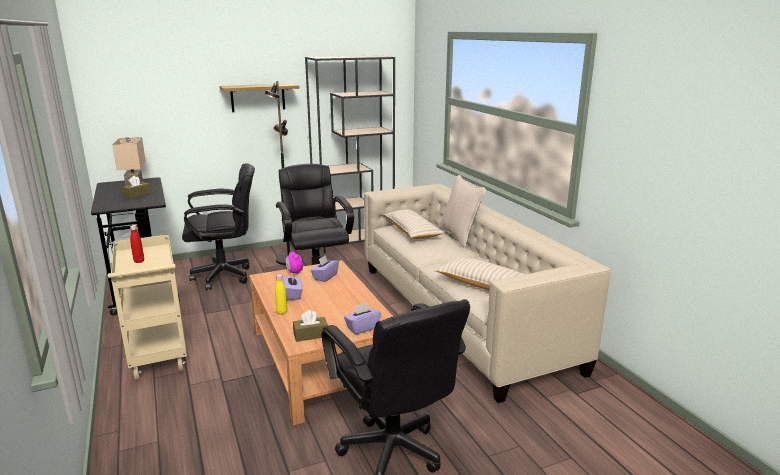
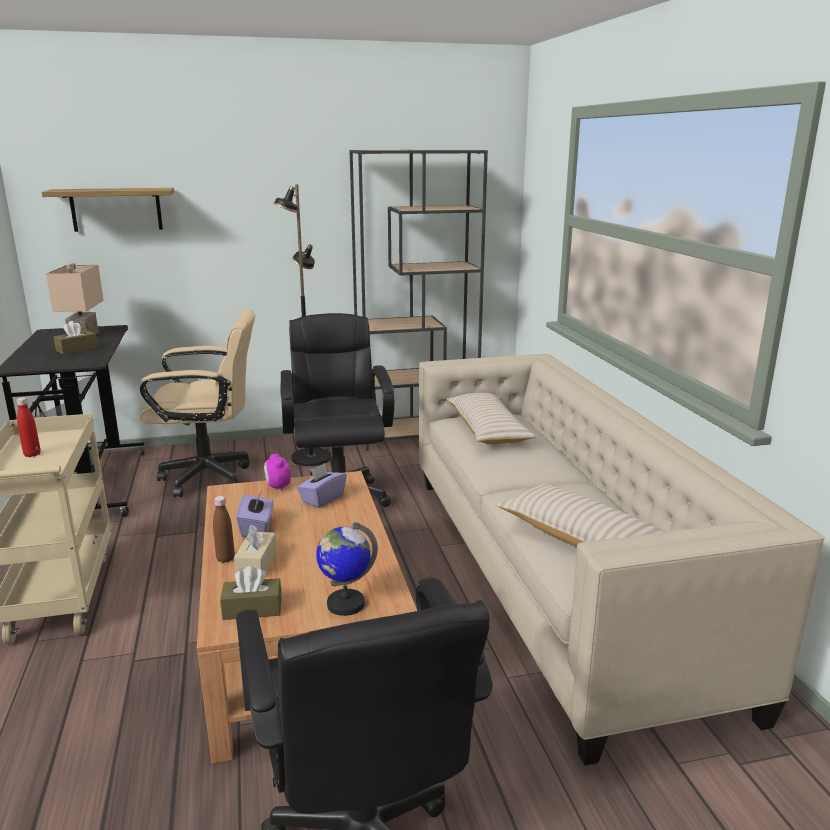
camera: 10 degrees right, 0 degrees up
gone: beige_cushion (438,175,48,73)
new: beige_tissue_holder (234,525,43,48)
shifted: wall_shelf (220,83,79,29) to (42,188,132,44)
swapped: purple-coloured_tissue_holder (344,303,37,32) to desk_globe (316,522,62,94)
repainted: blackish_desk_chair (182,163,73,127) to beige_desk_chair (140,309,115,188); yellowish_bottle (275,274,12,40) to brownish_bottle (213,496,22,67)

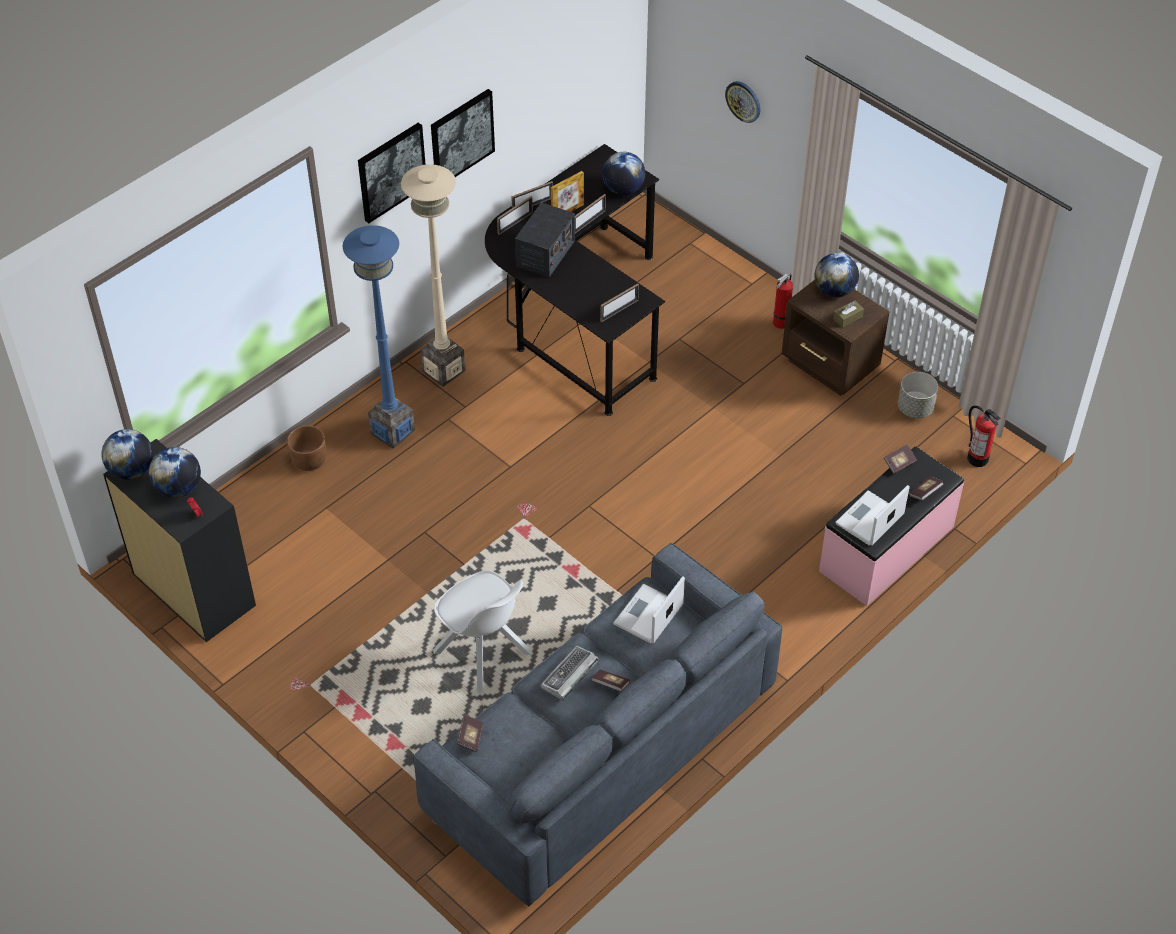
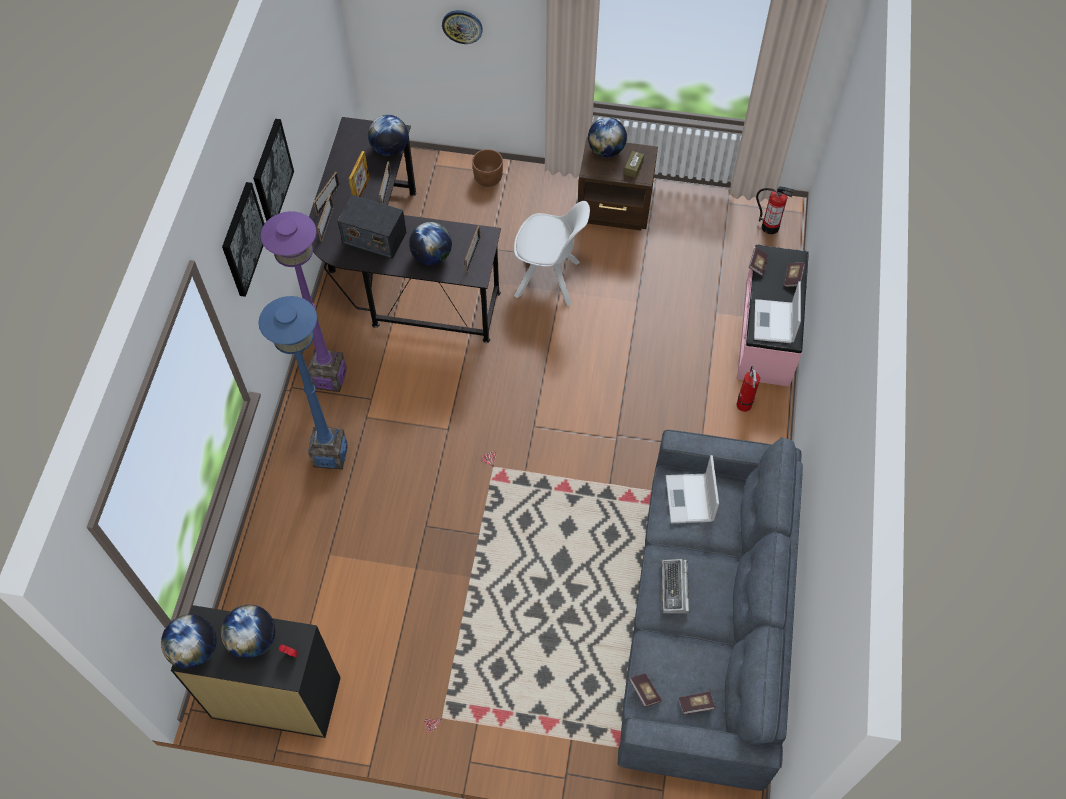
camera: 35 degrees left, 10 degrees up
gone: grey_planter (898,372,40,46)
new: desk_globe (409,222,43,43)
shifted: brownish_planter (287,425,39,46) to (472,149,31,38); white-coloured_plain_chair (433,570,99,124) to (514,201,76,105); book (591,670,39,22) to (679,691,36,24); fire-fighting_cylinder (773,274,20,55) to (737,366,23,46)
repainted: beige_standard_lamp (401,164,65,223) to purple-coloured_standard_lamp (260,211,87,181)
rotated: radio (515,202,60,76) = (337,195,69,64) 120 degrees clockwise

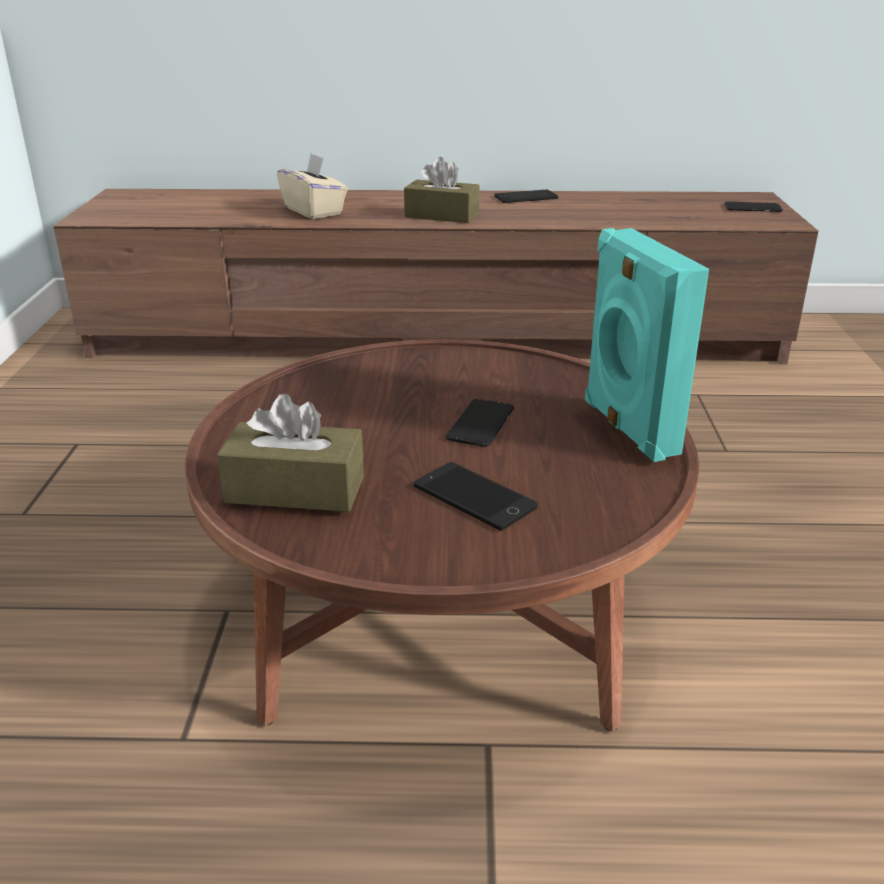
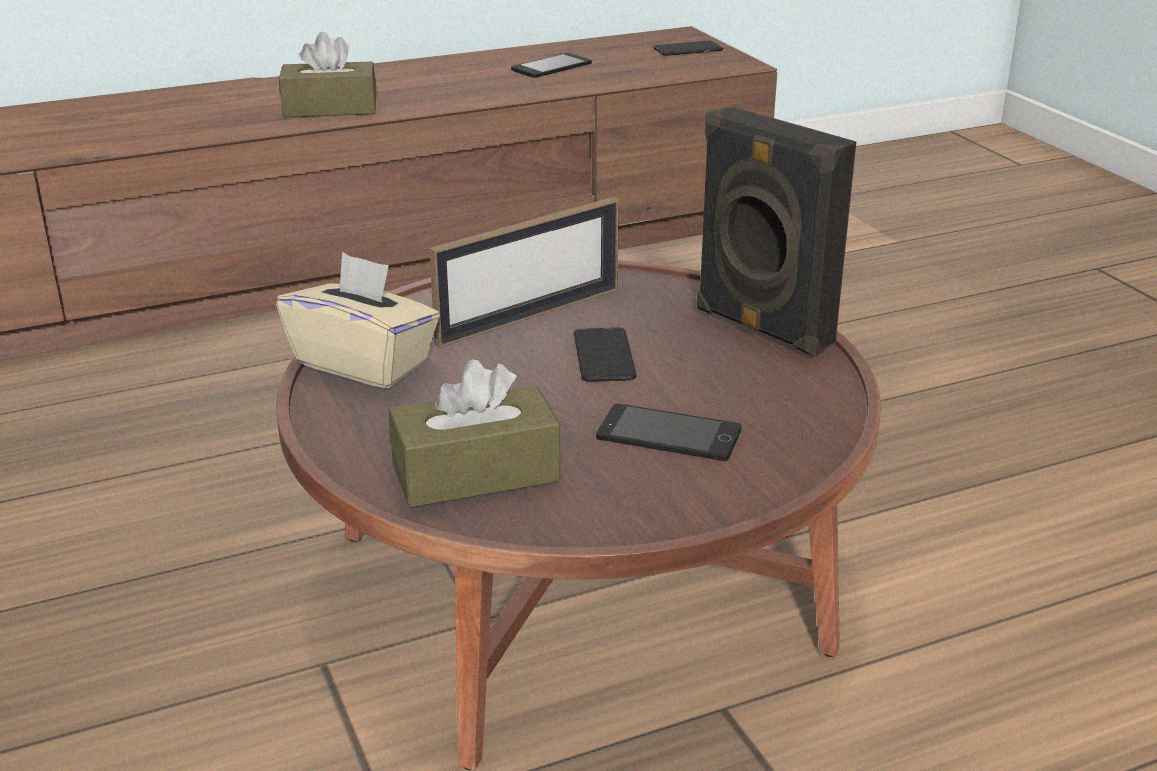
camera: 25 degrees left, 0 degrees up
new: standing_frame (429,197,190,151)
shifted: beige_tissue_holder (277,153,71,66) to (276,252,164,137); telephone (494,190,64,13) to (511,53,81,25)
repainted: turquoise_loudspeaker (585,228,124,234) to blackish_loudspeaker (697,106,159,251)

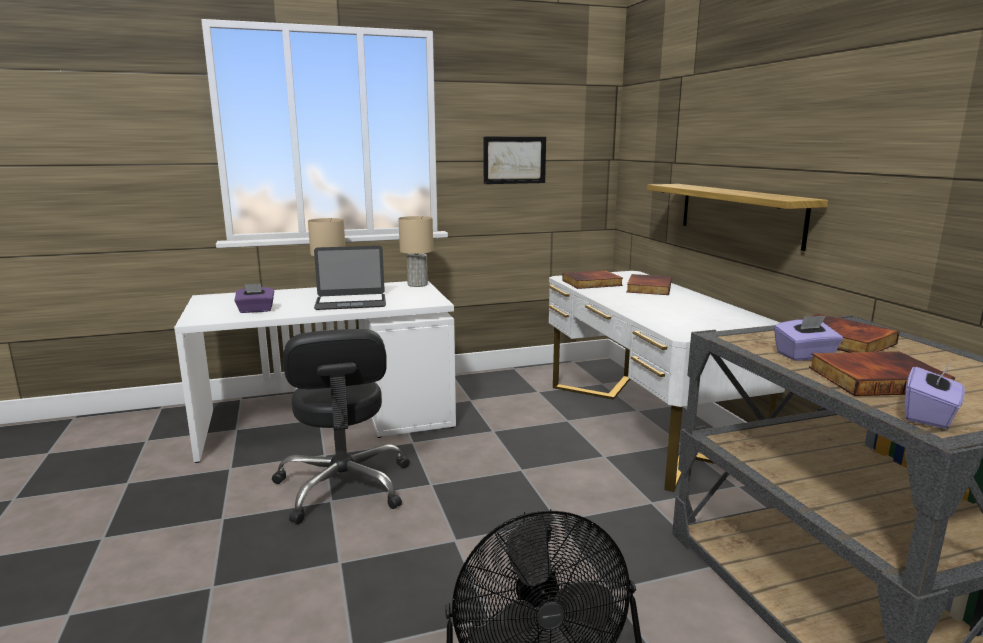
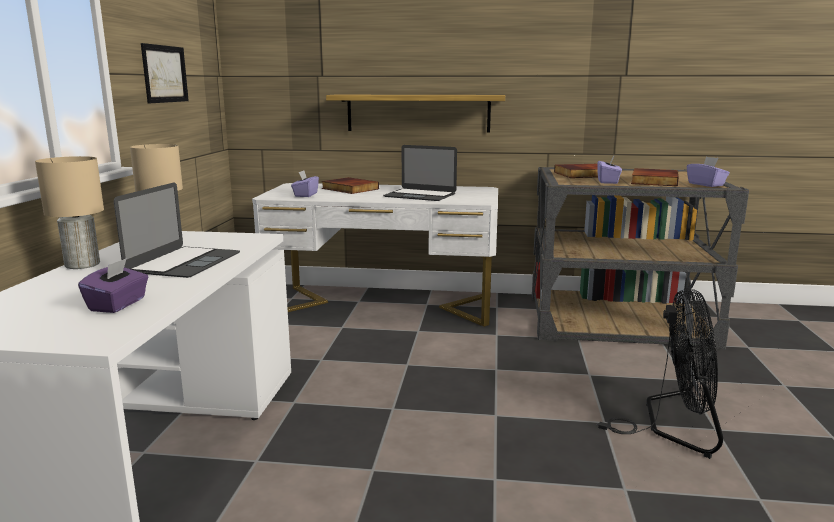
camera: 65 degrees left, 0 degrees up
gone: blackish_desk_chair (272,329,138,195)
new: notebook_computer (383,145,74,56)
swapped: book (562,270,61,19) to purple-coloured_tissue_holder (291,171,28,26)

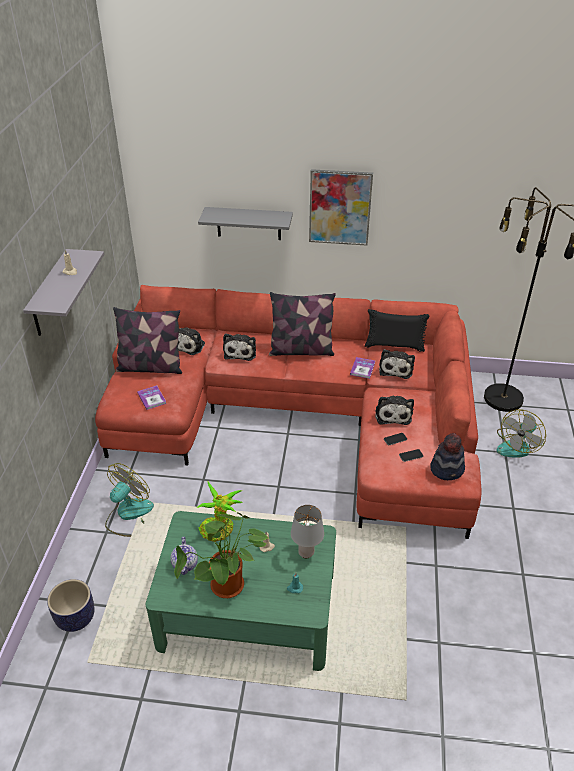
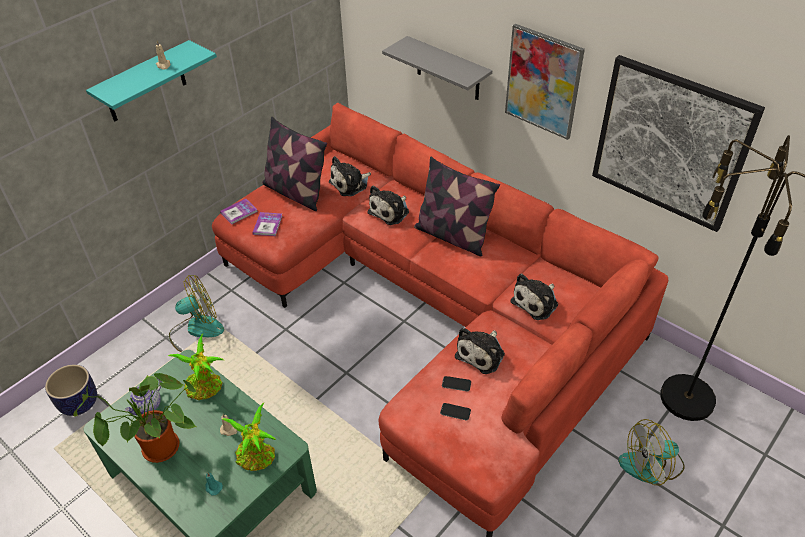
camera: 35 degrees right, 5 degrees up
gone: blackish_cushion (365,309,64,43); hat (430,433,35,47)
new: picture (592,55,173,177)
shifted: book (350,357,25,22) to (220,199,38,25)
swapped: grey_table_lamp (291,505,33,53) to potted_plant (222,403,54,68)
repainted: grey_wall_shelf (23,249,81,87) to turquoise_wall_shelf (86,40,131,82)

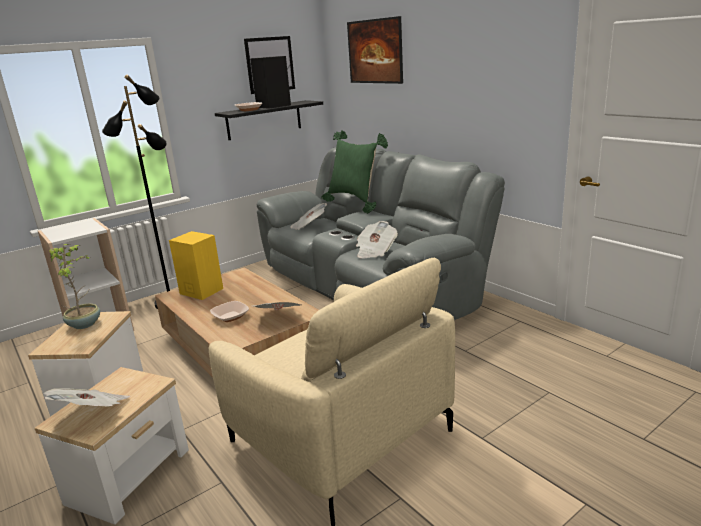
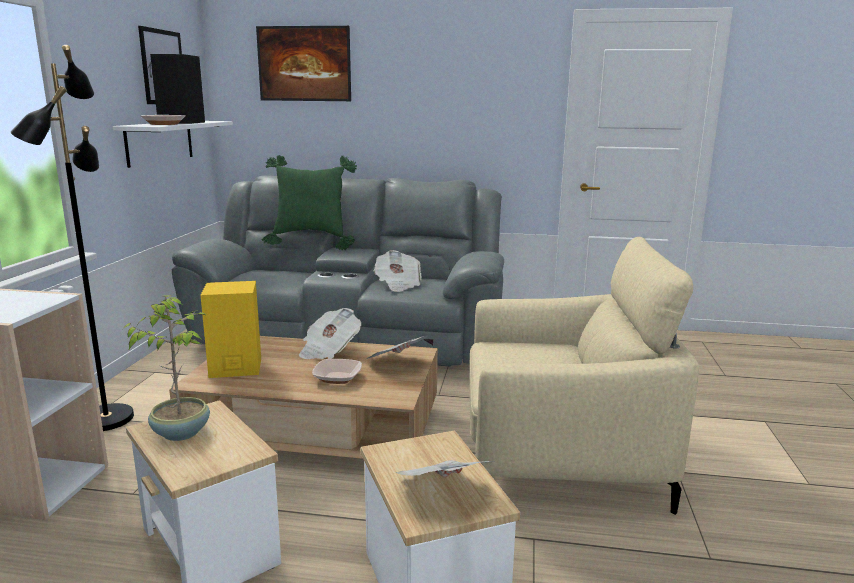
camera: 45 degrees left, 5 degrees down
shifted: printed_paper (290,203,37,27) to (299,308,62,51)
repainted: blackish_wall_shelf (215,100,108,40) to white-coloured_wall_shelf (113,121,120,47)

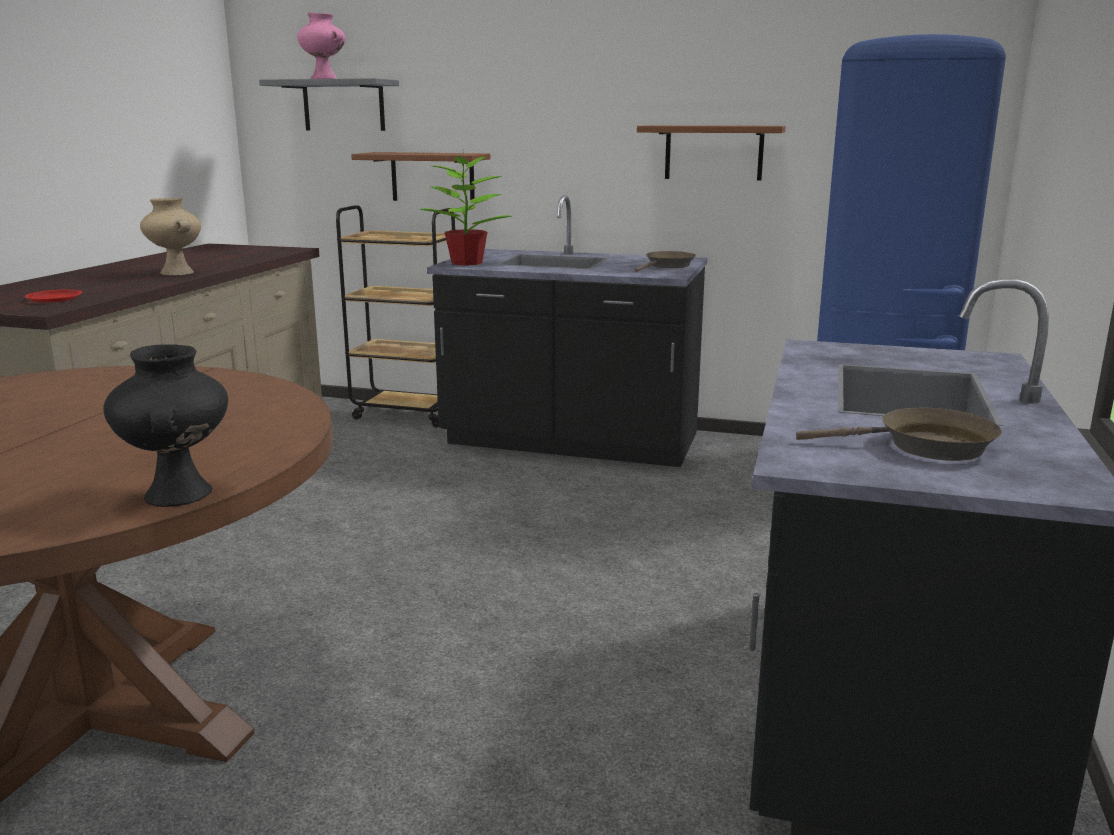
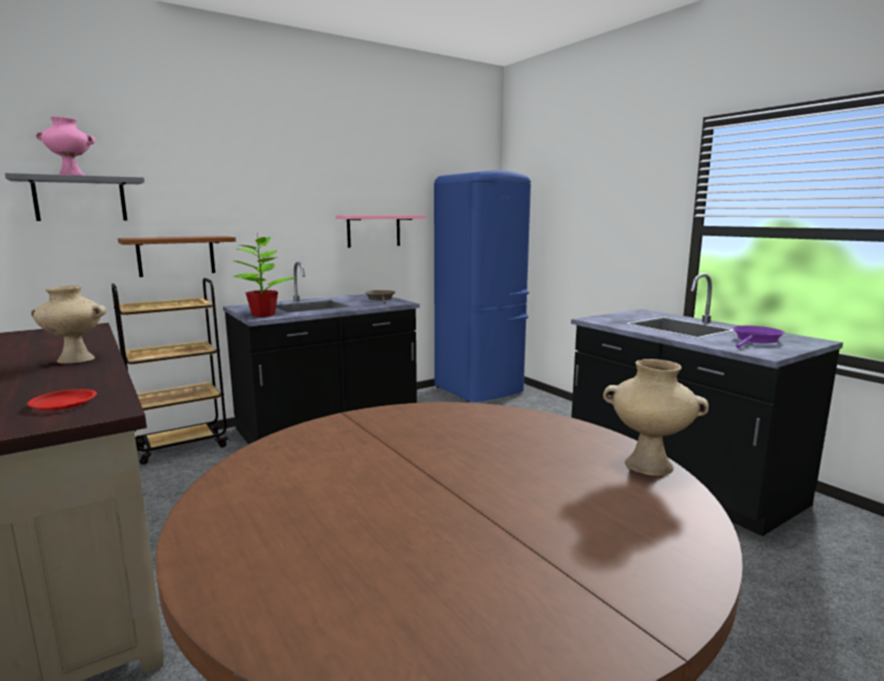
camera: 50 degrees left, 5 degrees down
repainted: blackish_flower_vase (103,344,125,163) to beige_flower_vase (603,359,106,117); brownish_wall_shelf (637,125,149,56) to pink-coloured_wall_shelf (335,215,91,33); brownish_skillet (796,408,206,53) to purple-coloured_skillet (733,325,52,23)

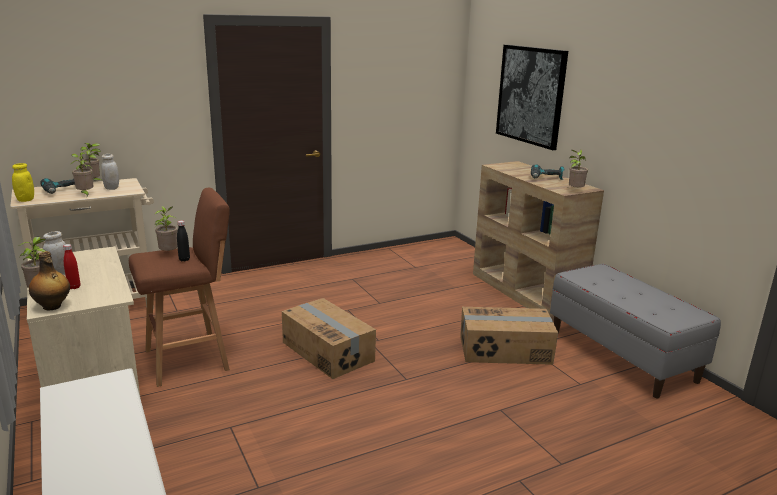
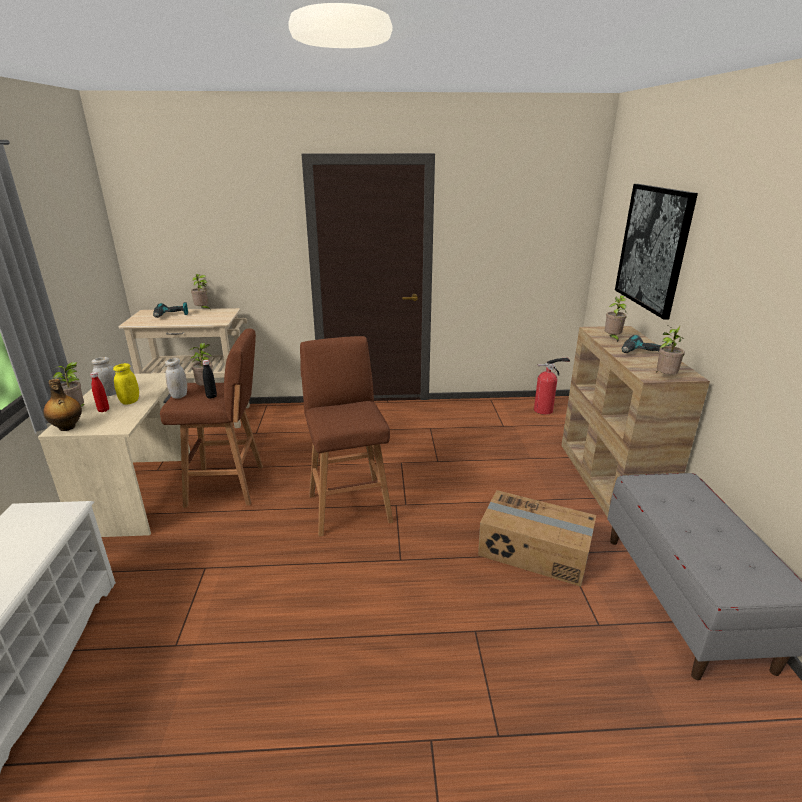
camera: 25 degrees right, 5 degrees up
new: fire-fighting_cylinder (534,357,36,58)
shifted: yellowish_storage_jar (12,163,22,39) to (113,363,26,42); potted_plant (71,152,23,44) to (605,295,22,48); white-coloured_storage_jar (101,154,18,36) to (165,358,22,41)
swapped: carton (282,298,94,81) to brownish_stool (300,336,93,201)

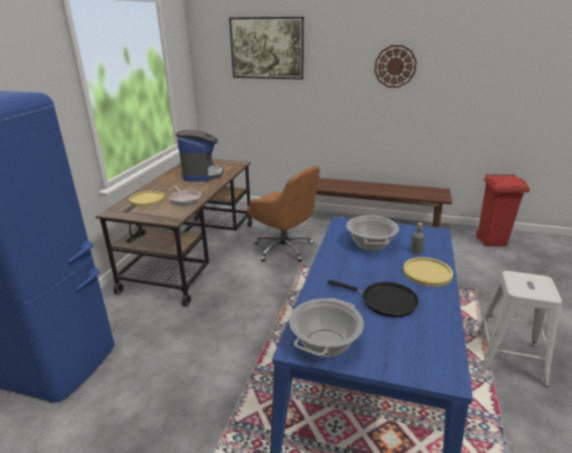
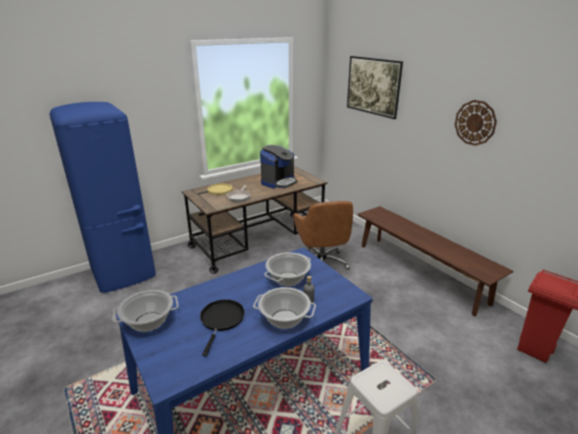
camera: 40 degrees right, 0 degrees up
swapped: yellowish_flat_dish (403,257,50,30) to cooking_pot (253,287,63,42)
rotated: blackish_skillet (327,280,92,37) = (200,299,45,57) 150 degrees counterclockwise

